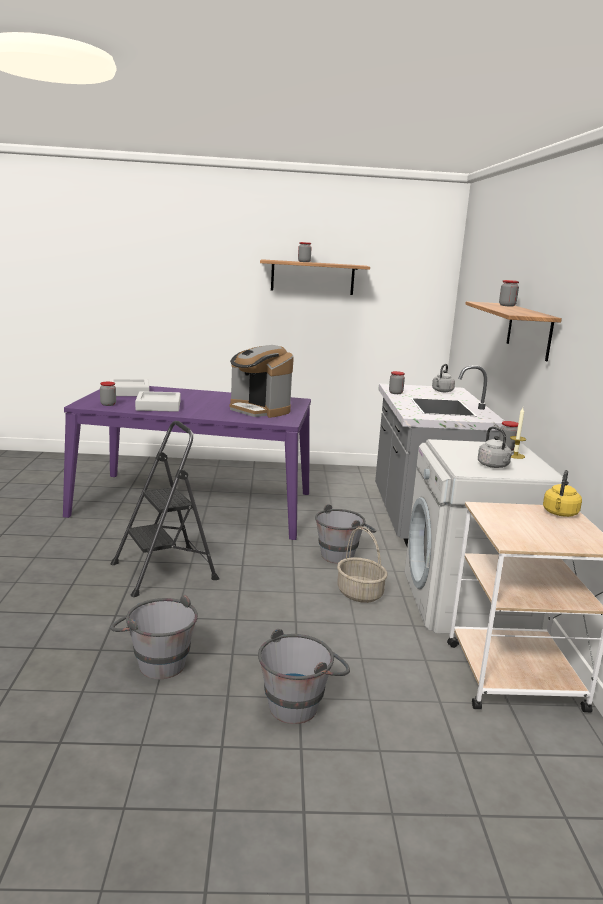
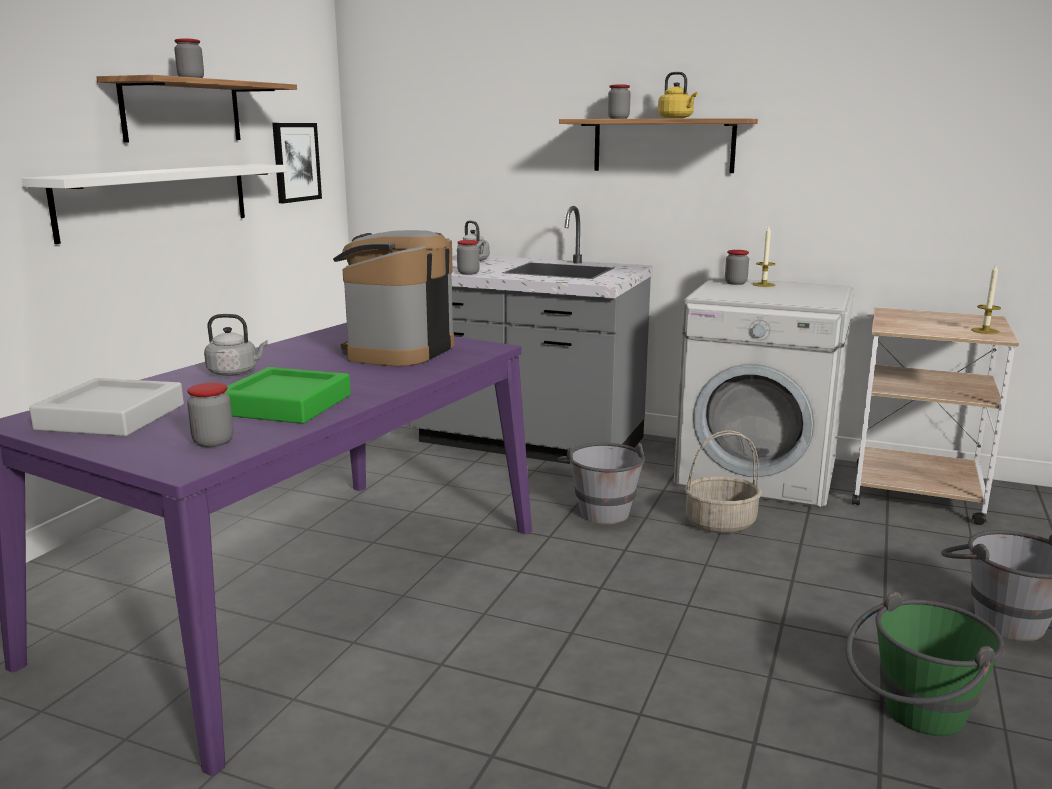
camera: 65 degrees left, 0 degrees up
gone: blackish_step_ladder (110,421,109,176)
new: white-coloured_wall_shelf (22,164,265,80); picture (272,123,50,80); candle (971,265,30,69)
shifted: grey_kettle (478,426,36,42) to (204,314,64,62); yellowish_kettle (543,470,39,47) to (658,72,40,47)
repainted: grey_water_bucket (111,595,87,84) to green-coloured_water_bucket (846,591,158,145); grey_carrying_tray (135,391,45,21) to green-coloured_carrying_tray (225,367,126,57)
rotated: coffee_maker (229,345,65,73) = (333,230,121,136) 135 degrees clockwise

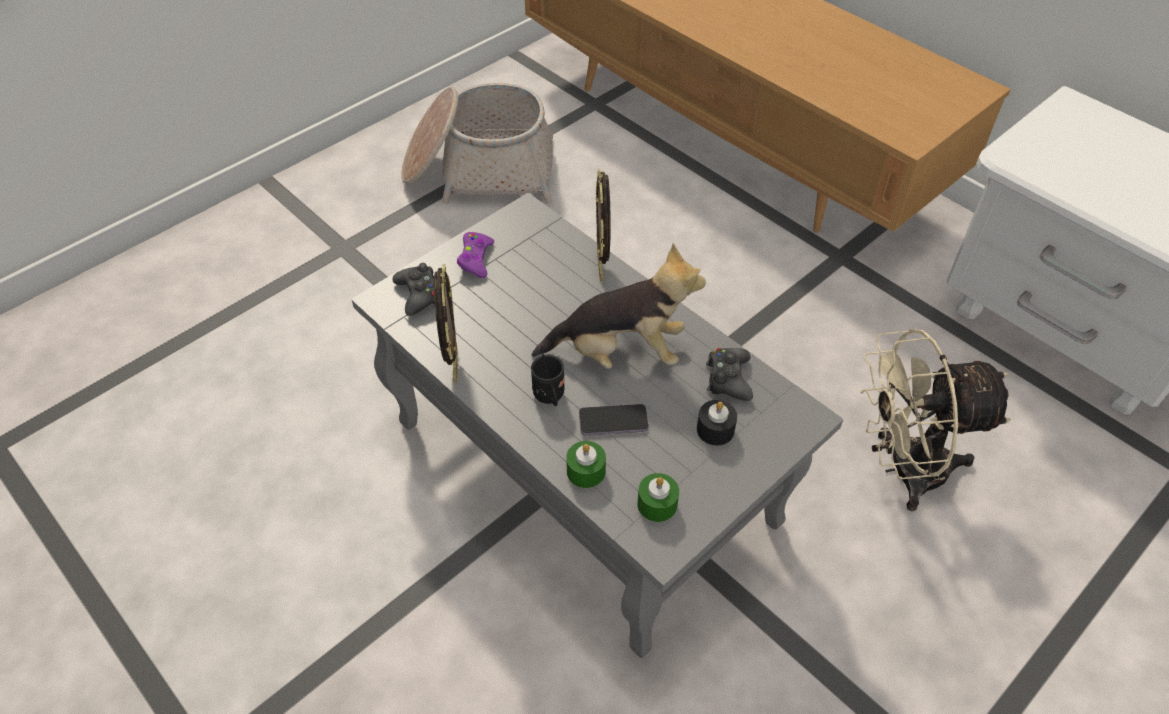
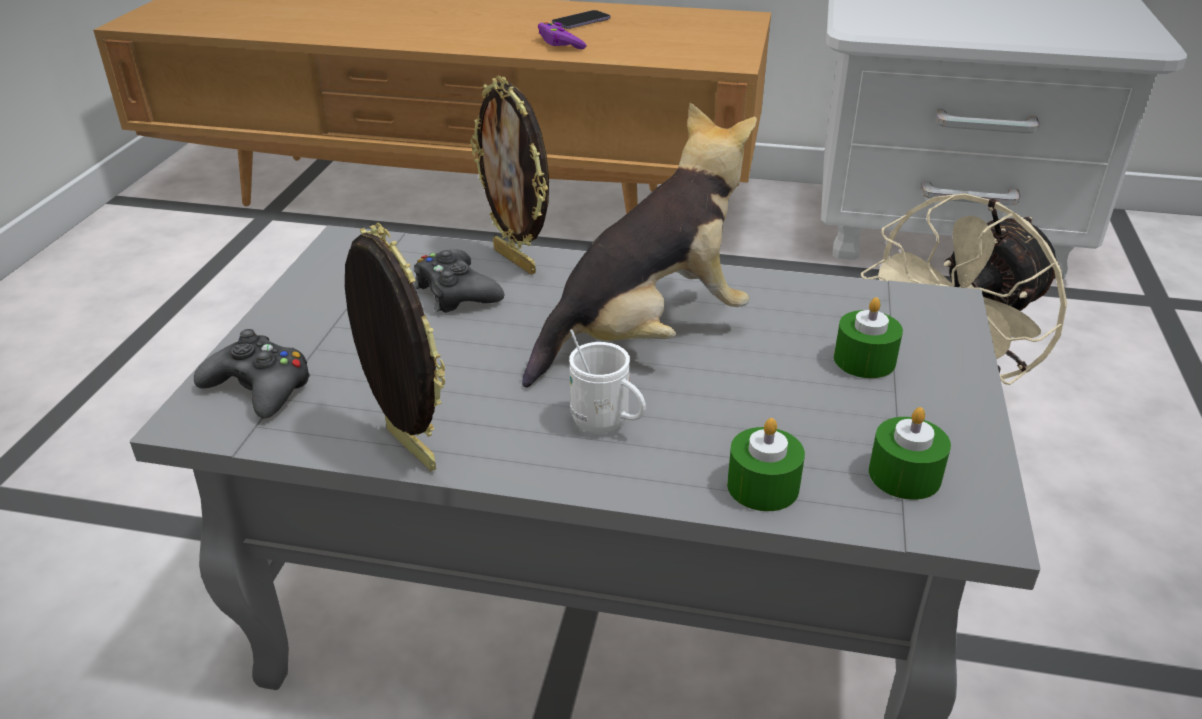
camera: 35 degrees left, 15 degrees down
gone: storage_basket (401,83,152,121)
shifted: purple-coloured_gamepad (457,232,37,46) to (538,22,48,27); telephone (579,404,70,31) to (552,10,58,19); blackish_gamepad (706,348,47,53) to (414,249,90,64)
repainted: blackish_tea_mug (531,346,34,60) to white-coloured_tea_mug (569,329,77,104); blackish_candle (697,400,40,45) to green-coloured_candle (834,297,69,81)

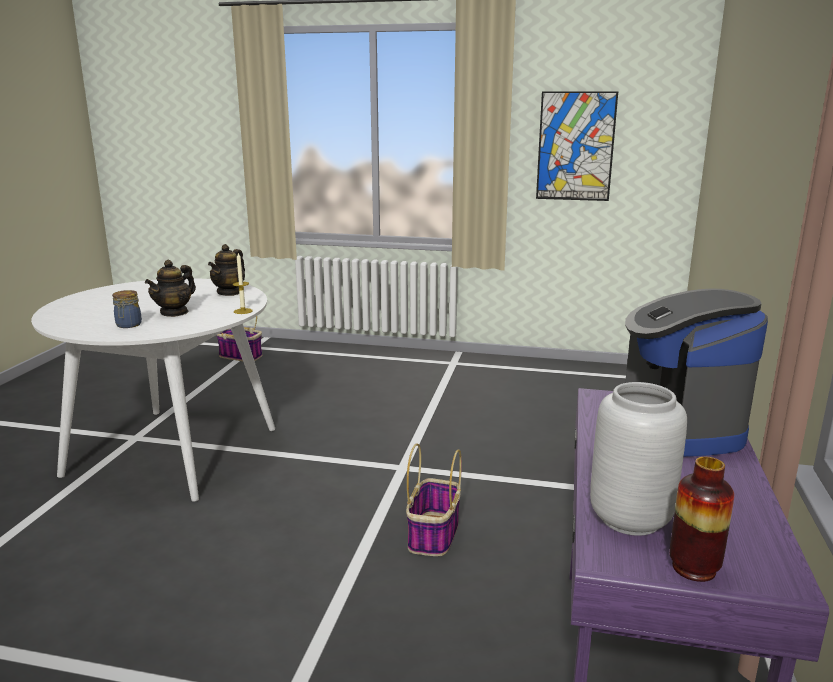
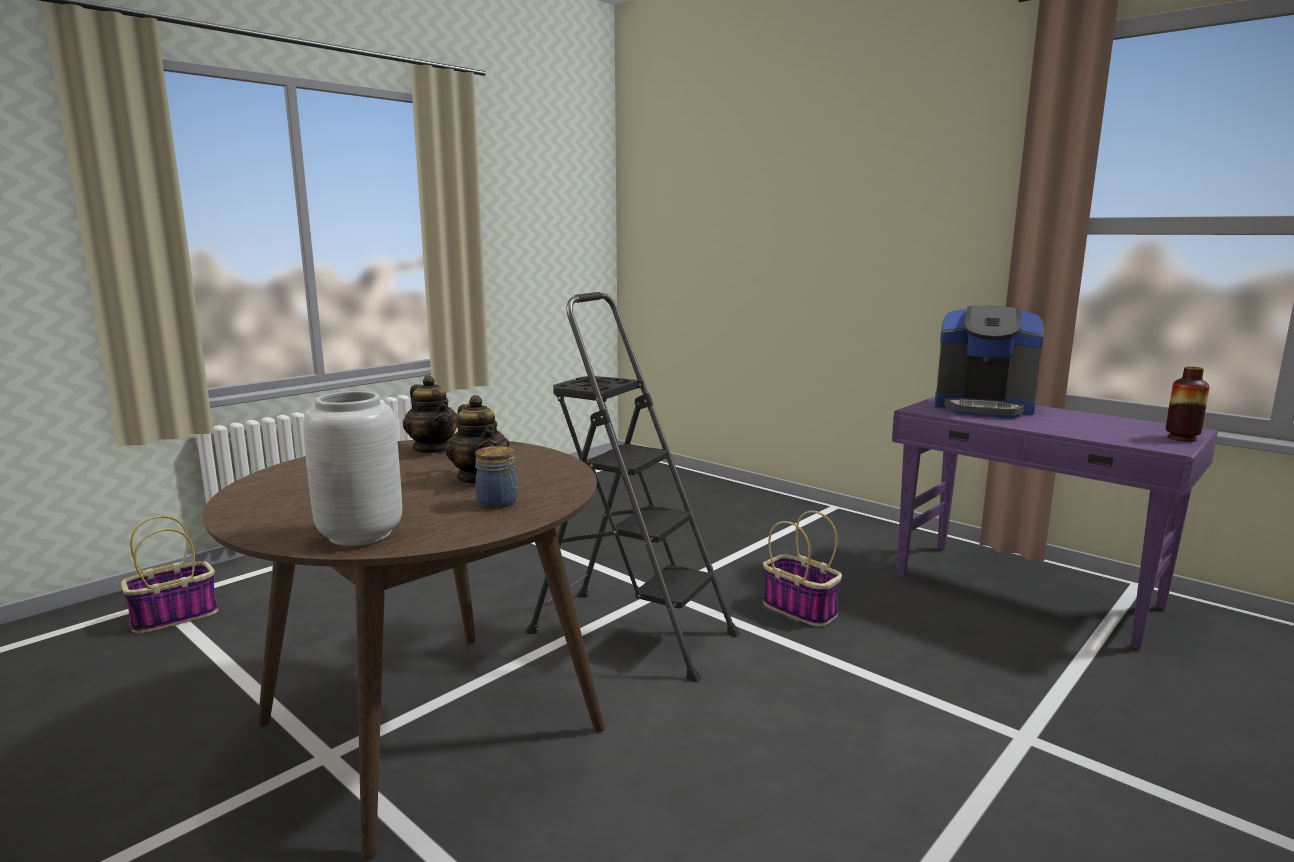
camera: 60 degrees left, 5 degrees down
gone: candle (233,253,20,61); picture (536,91,82,110)
new: step_ladder (525,292,215,390)
shifted: grey_flower_vase (590,382,97,154) to (303,391,99,155)
repainted: white-coloured_kitchen_table (31,278,244,224) to brownish_kitchen_table (202,439,403,421)

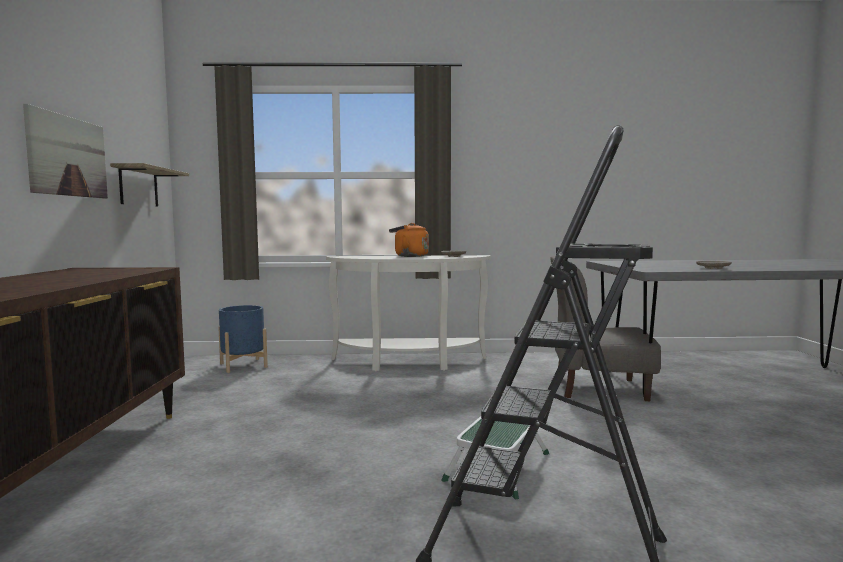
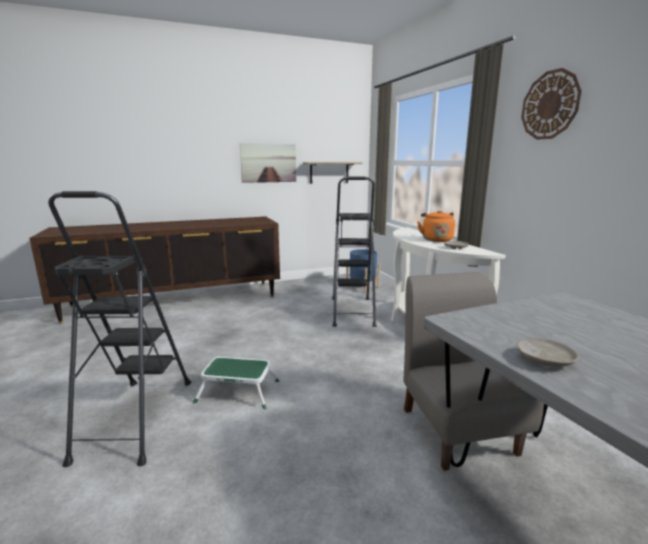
camera: 70 degrees right, 10 degrees up
new: step_ladder (332,177,45,150); wall_clock (521,68,61,72)

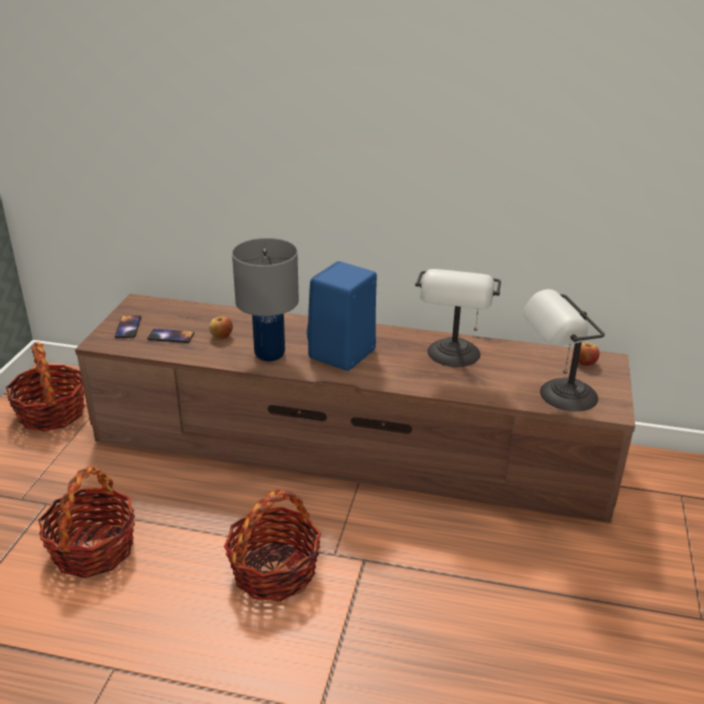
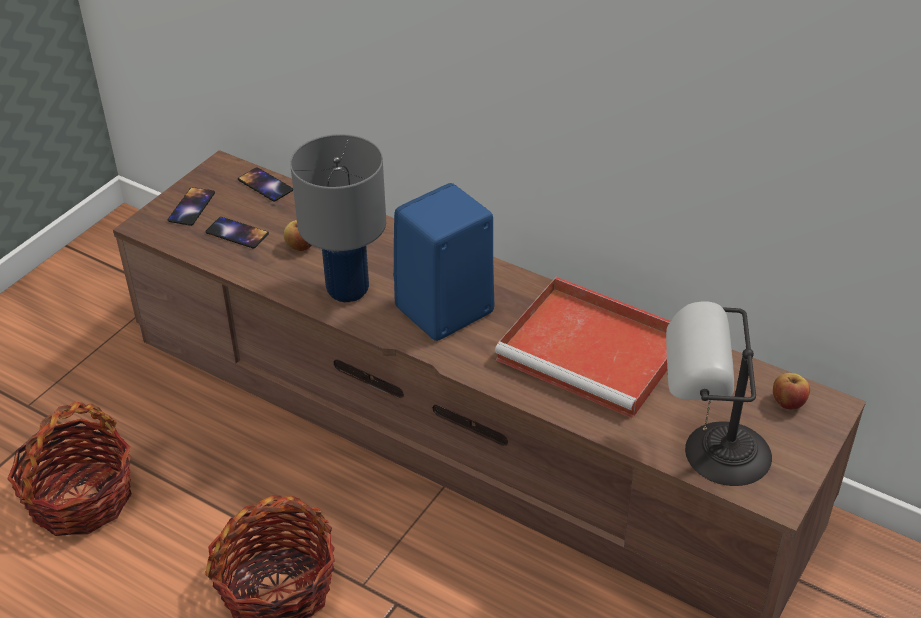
camera: 20 degrees right, 10 degrees up
gone: storage_basket (6,342,79,90)
new: telephone (238,167,55,35)
swapped: table_lamp (415,269,86,98) to red_carrying_tray (495,277,176,142)

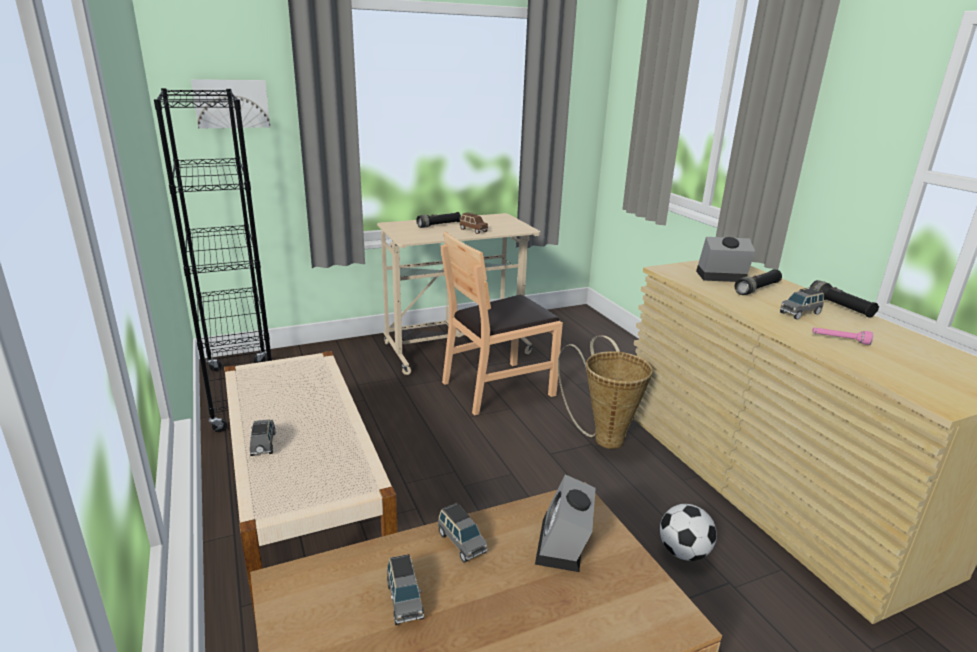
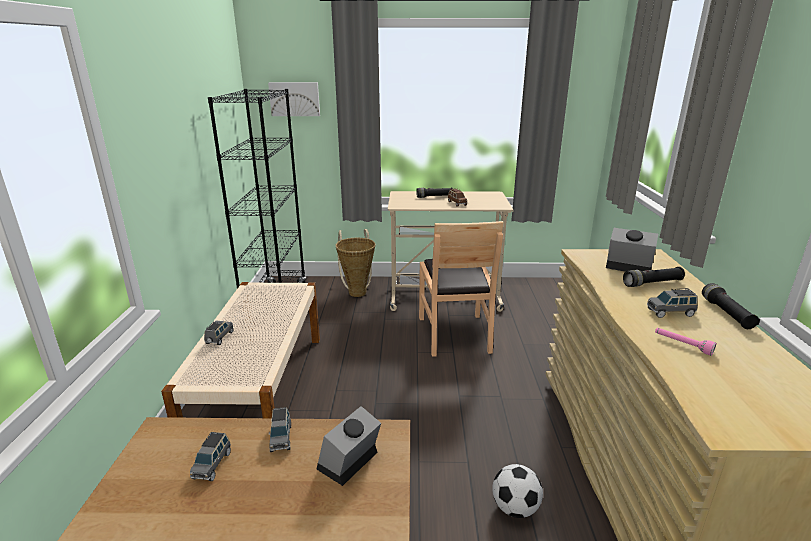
camera: 25 degrees right, 0 degrees up
shifted: storage_basket (558,335,95,114) to (335,229,40,68)
rotated: brownish_plain_chair (441,231,122,184) = (419,221,84,136) 90 degrees counterclockwise

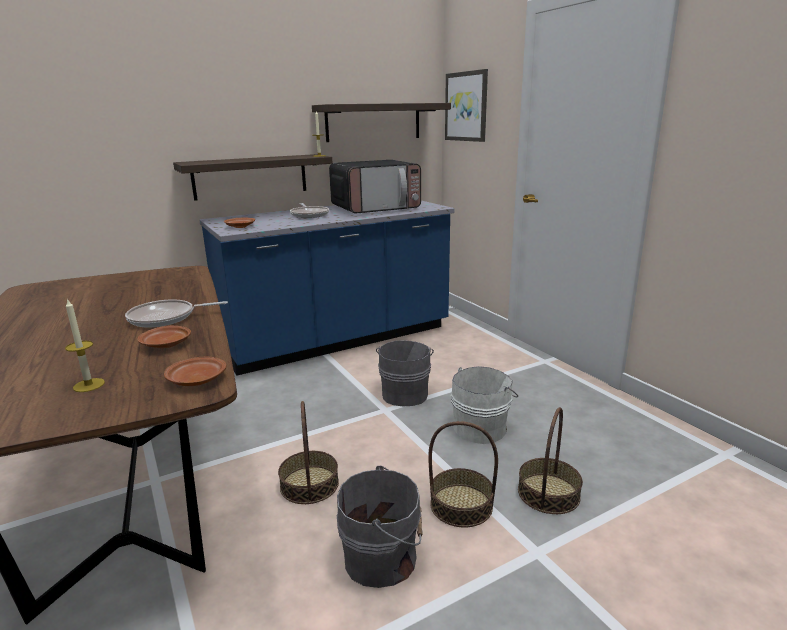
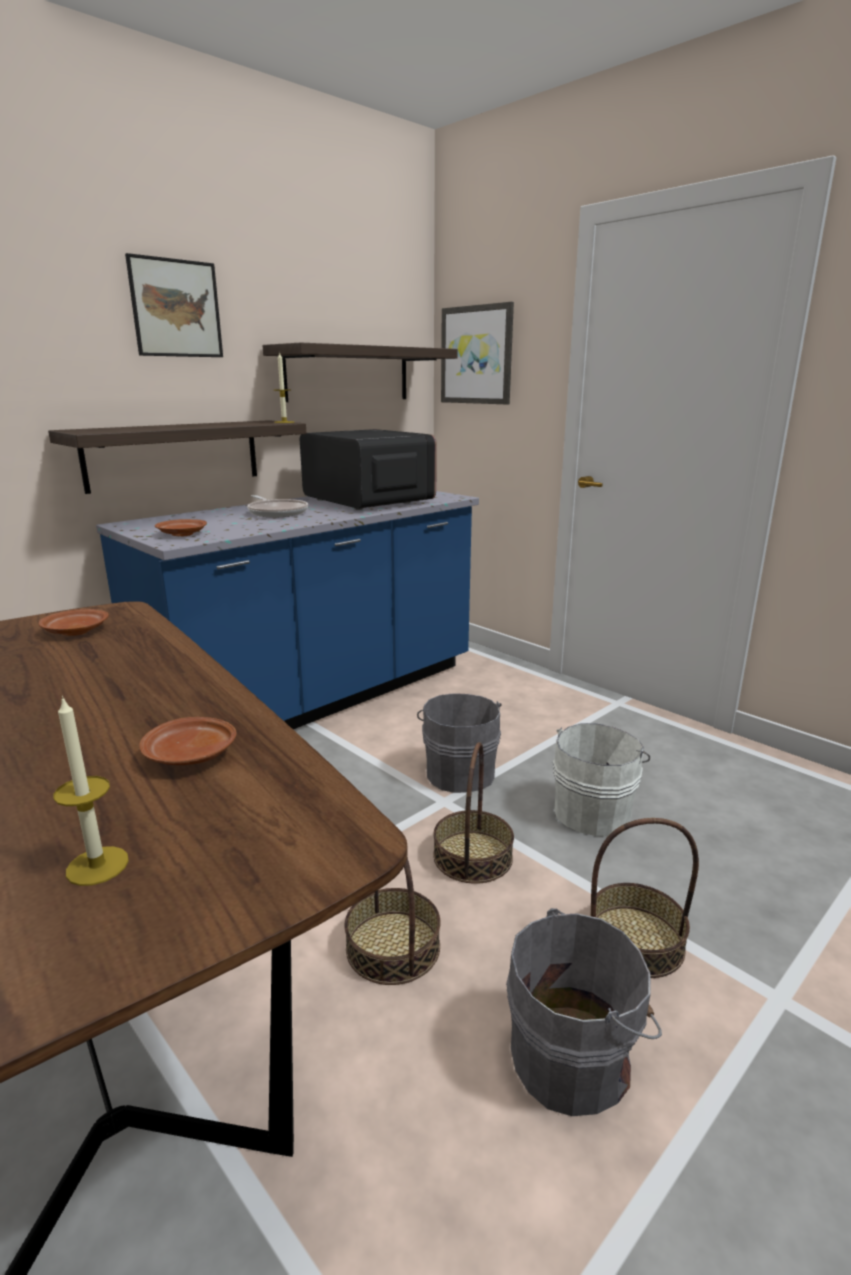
camera: 15 degrees left, 0 degrees up
gone: skillet (125,299,103,28)
new: picture (125,253,98,104)
shifted: brownish_flat_dish (164,357,63,29) to (39,609,70,27); storage_basket (518,407,65,107) to (433,742,81,142)
rotated: kitchen_microwave (329,160,92,53) = (300,429,137,81) 90 degrees counterclockwise

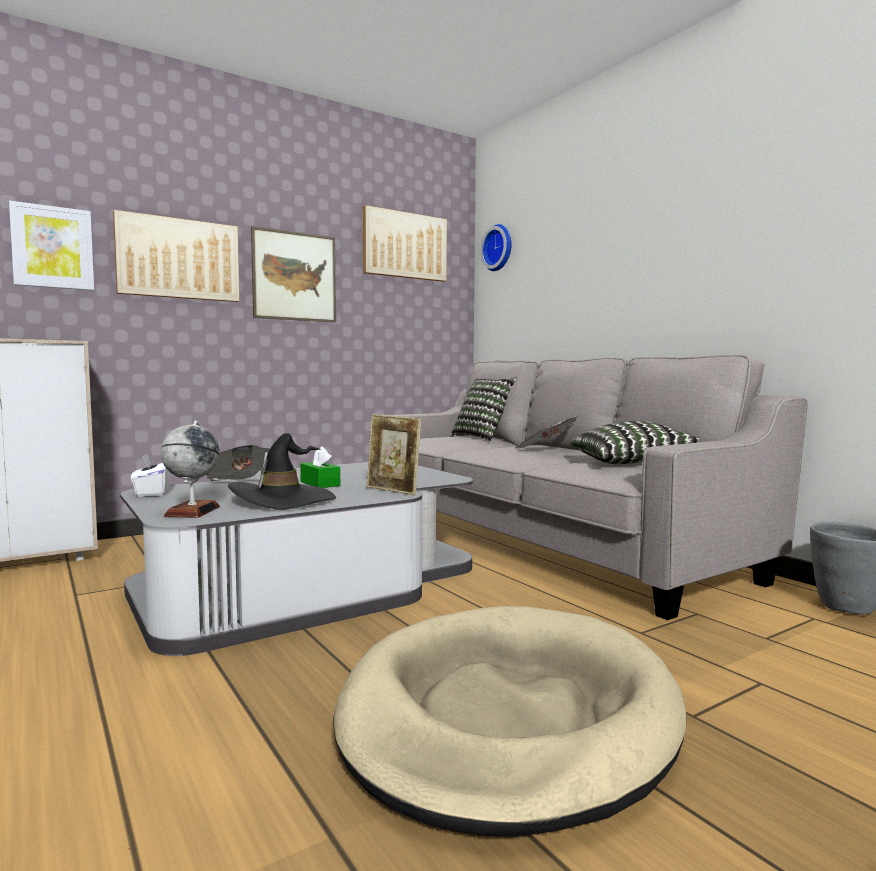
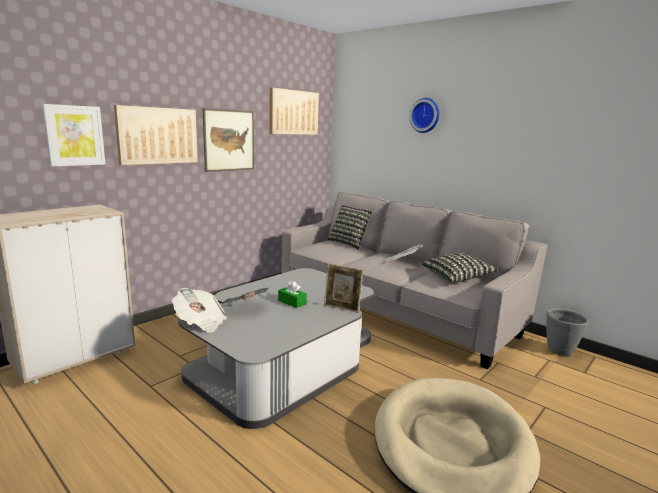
camera: 15 degrees left, 10 degrees up
gone: desk_globe (161,421,59,97); blackish_hat (228,433,108,77)
shifted: wall_clock (480,224,32,47) to (409,98,31,35)
swapped: white-coloured_tissue_holder (131,453,39,44) to printed_paper (172,288,55,45)

